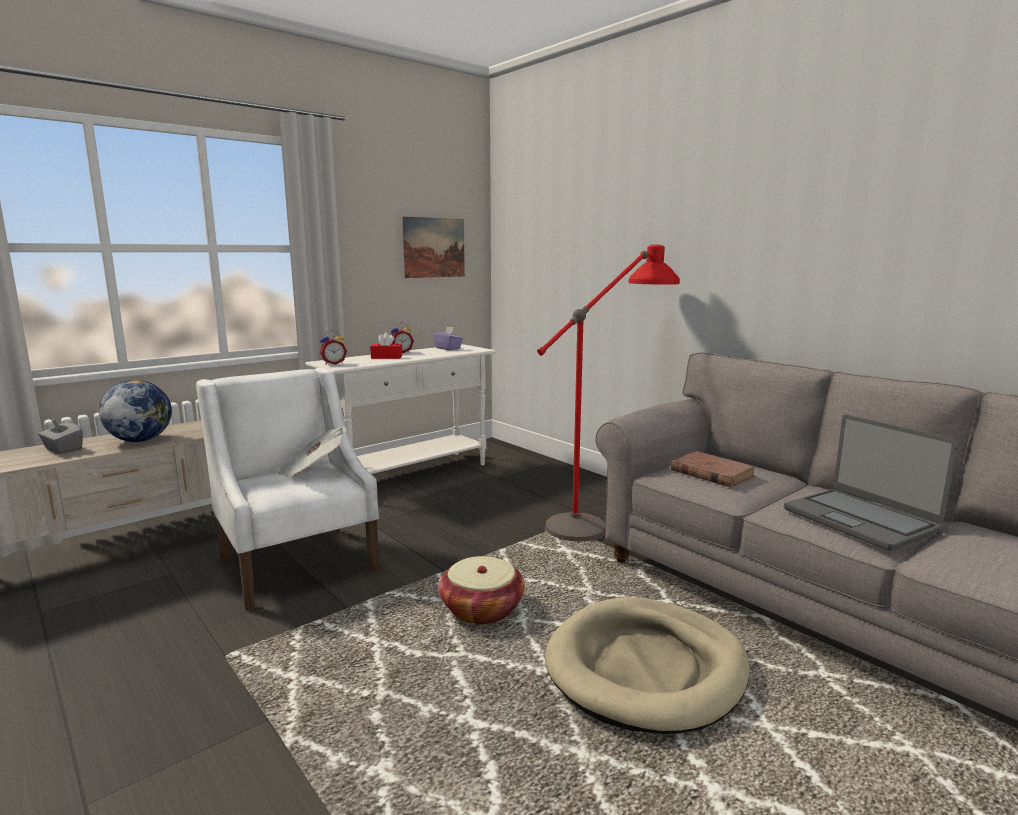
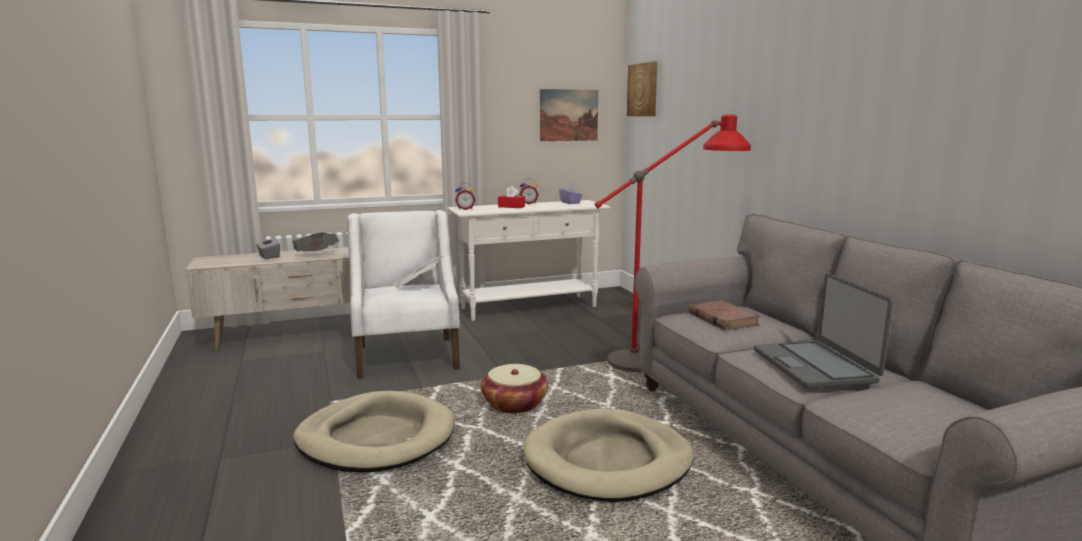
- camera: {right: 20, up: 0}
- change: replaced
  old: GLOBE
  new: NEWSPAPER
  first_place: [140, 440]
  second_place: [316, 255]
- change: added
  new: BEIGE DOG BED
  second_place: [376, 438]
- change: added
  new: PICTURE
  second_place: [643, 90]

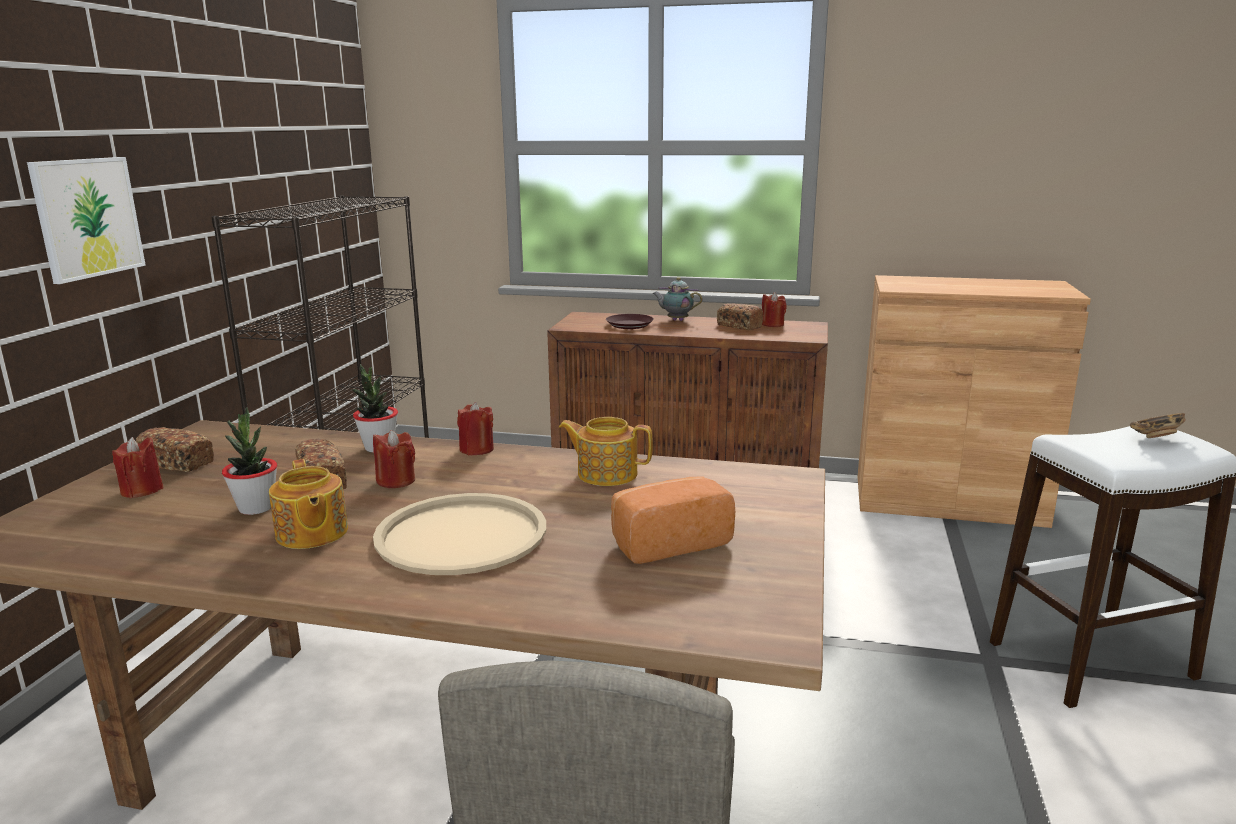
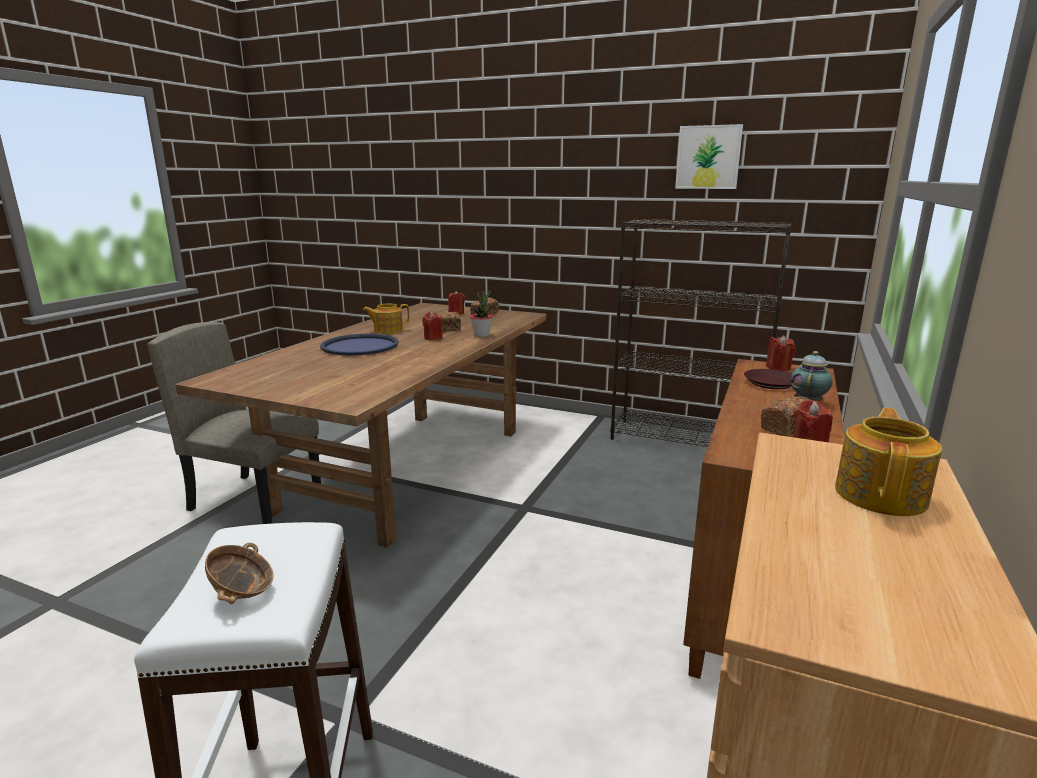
- camera: {right: 100, up: 0}
- change: moved
  old: PICTURE
  first_place: [87, 218]
  second_place: [708, 157]
- change: removed
  old: POTTED PLANT
  first_place: [256, 508]
- change: recoloured
  old: BEIGE TRAY
  new: BLUE TRAY
  first_place: [461, 535]
  second_place: [360, 346]
- change: moved
  old: RED CANDLE
  first_place: [476, 449]
  second_place: [778, 367]
- change: moved
  old: TEAPOT
  first_place: [606, 474]
  second_place: [881, 495]
- change: removed
  old: BREAD
  first_place: [668, 542]

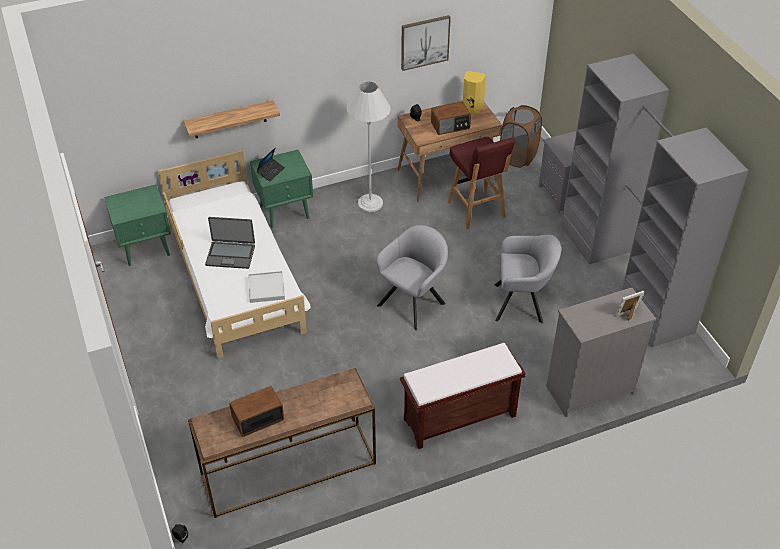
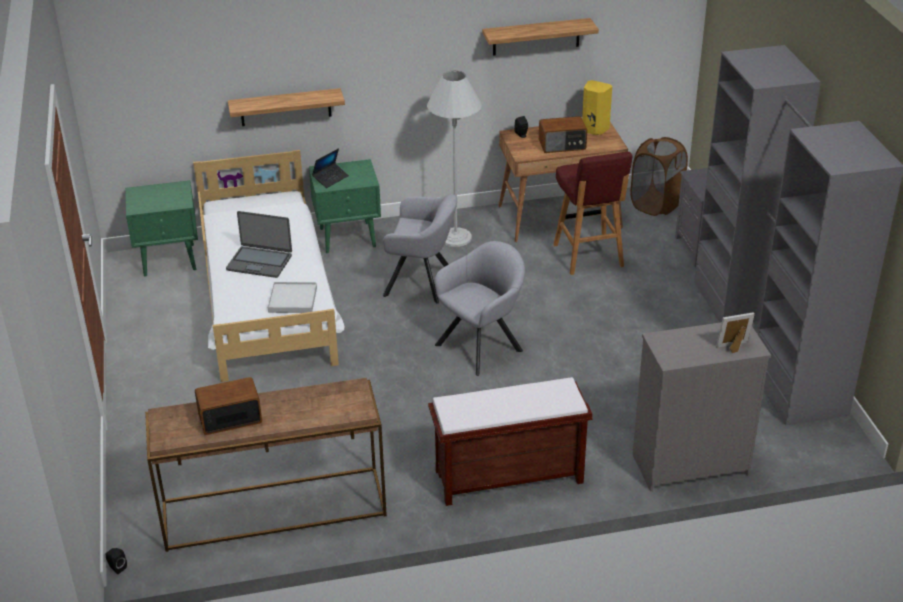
- camera: {right: 10, up: -10}
- change: replaced
  old: PICTURE
  new: SHELF
  first_place: [424, 42]
  second_place: [536, 37]
- change: moved
  old: GREY ARMCHAIR
  first_place: [522, 303]
  second_place: [422, 283]

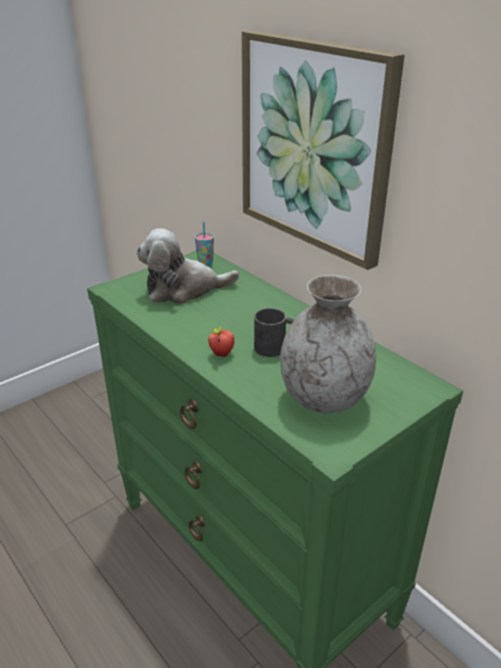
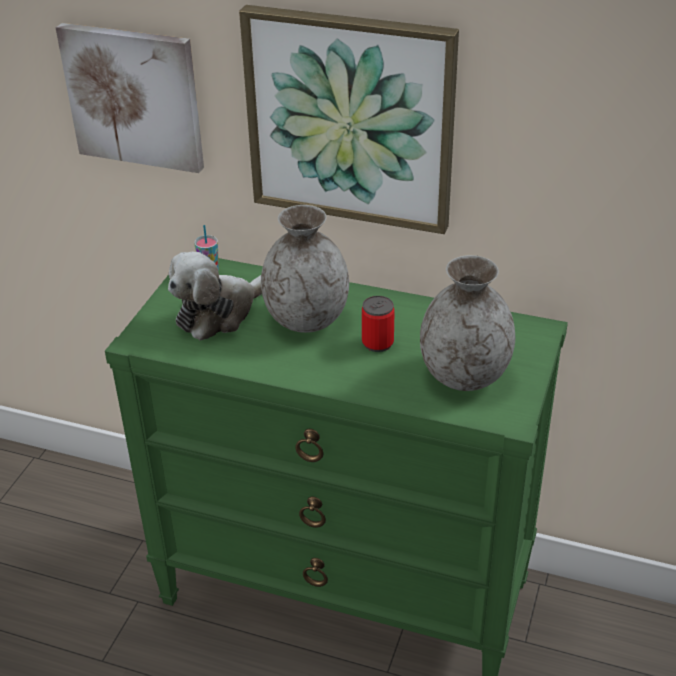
- camera: {right: -30, up: 5}
- change: removed
  old: APPLE
  first_place: [222, 354]
- change: replaced
  old: BLACK MUG
  new: CAN
  first_place: [276, 348]
  second_place: [377, 343]
- change: added
  new: PICTURE
  second_place: [134, 96]
- change: added
  new: GREY VASE
  second_place: [306, 319]

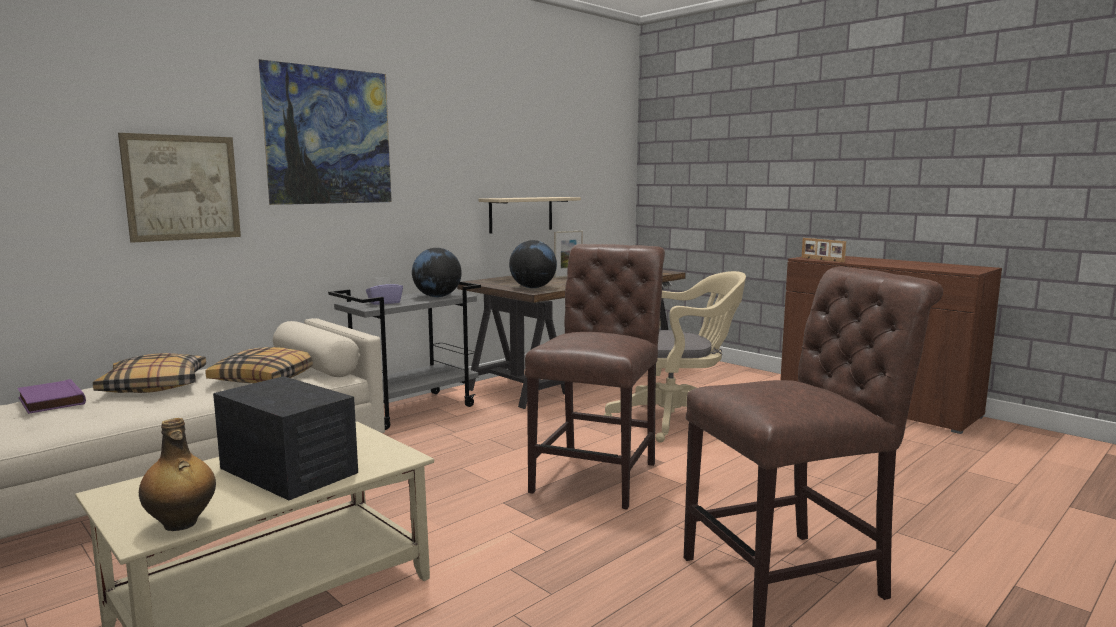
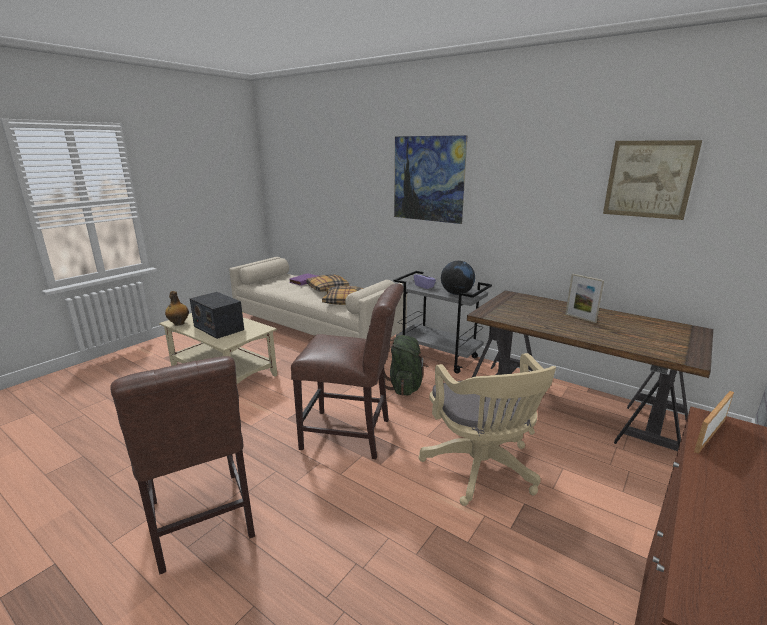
- camera: {right: 80, up: 10}
- change: moved
  old: PICTURE
  first_place: [182, 188]
  second_place: [649, 179]
- change: turned
  old: RADIO
  first_place: [289, 471]
  second_place: [218, 328]
  degrees: 105
- change: removed
  old: BEIGE SHELF
  first_place: [521, 214]
- change: removed
  old: GLOBE
  first_place: [533, 287]
- change: added
  new: GREEN BACKPACK
  second_place: [404, 387]

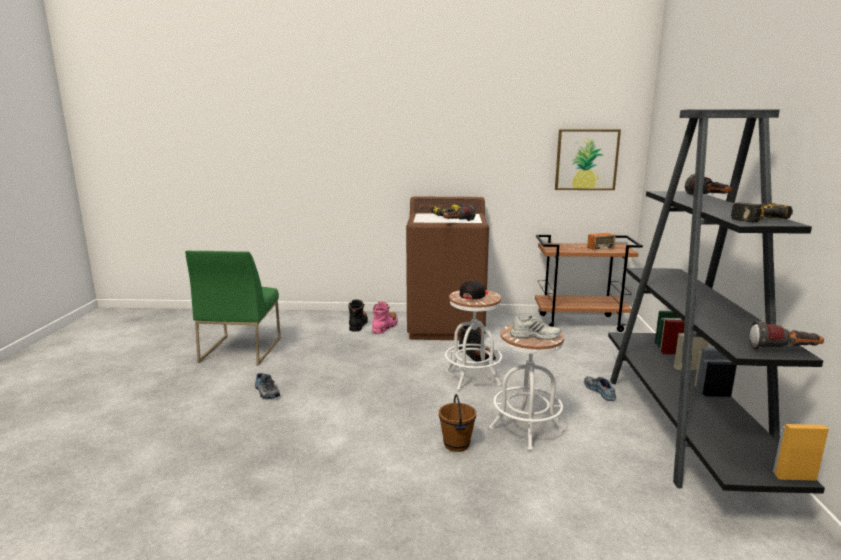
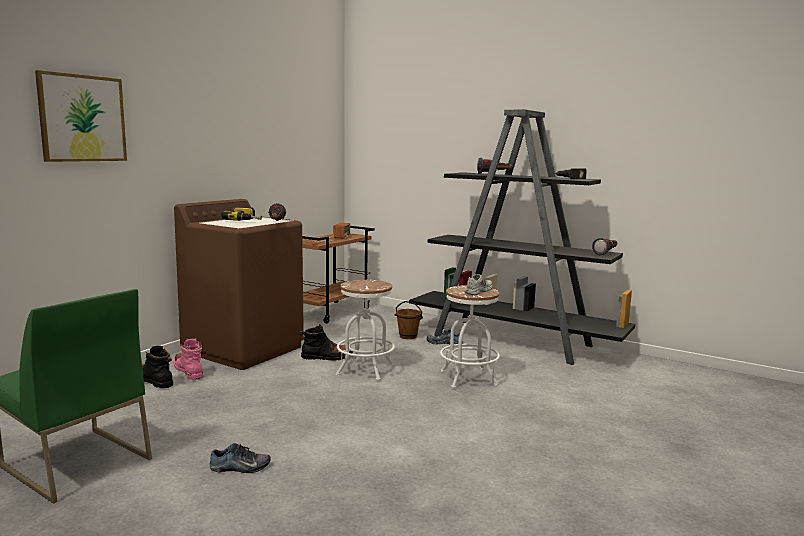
- camera: {right: -60, up: -5}
- change: moved
  old: BROWN BUCKET
  first_place: [456, 445]
  second_place: [408, 336]
- change: removed
  old: BLACK CAP
  first_place: [474, 295]
- change: moved
  old: PICTURE
  first_place: [586, 159]
  second_place: [82, 118]

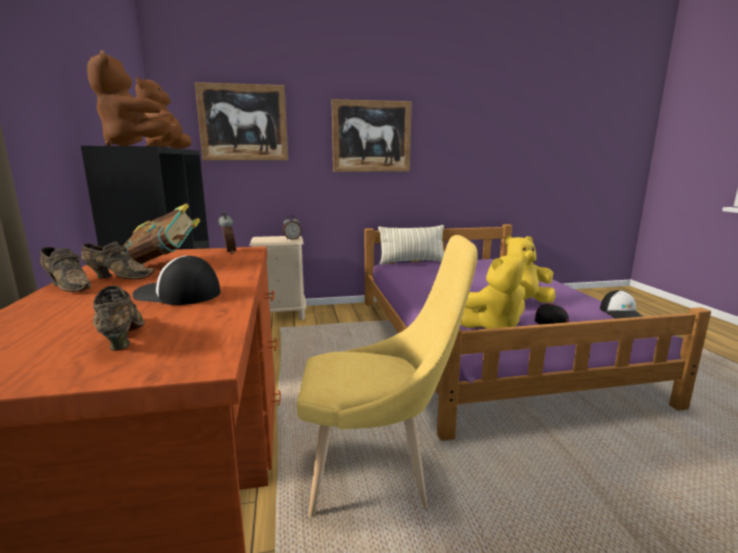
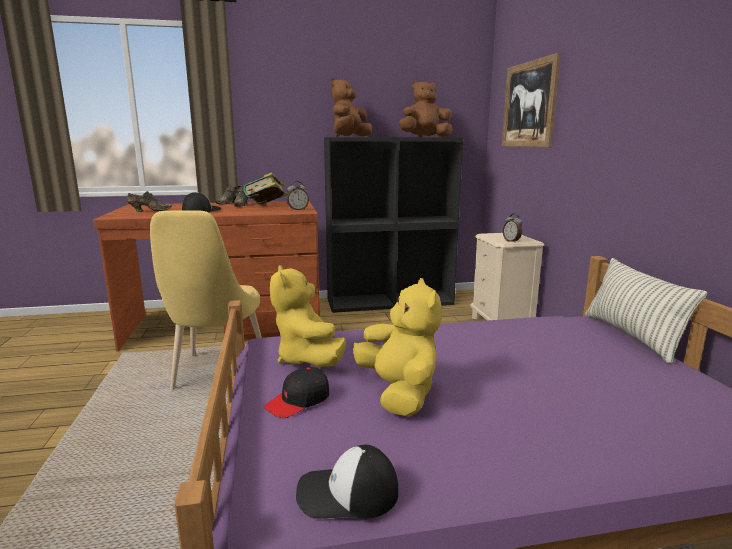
- camera: {right: 90, up: 0}
- change: removed
  old: PICTURE
  first_place: [371, 136]

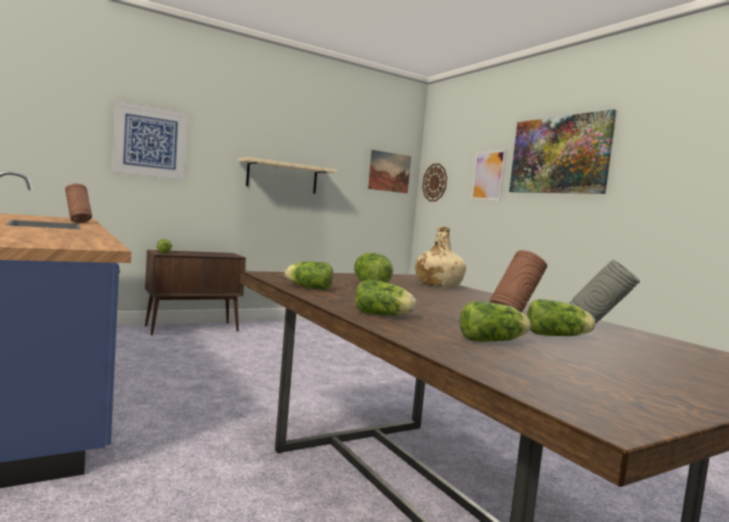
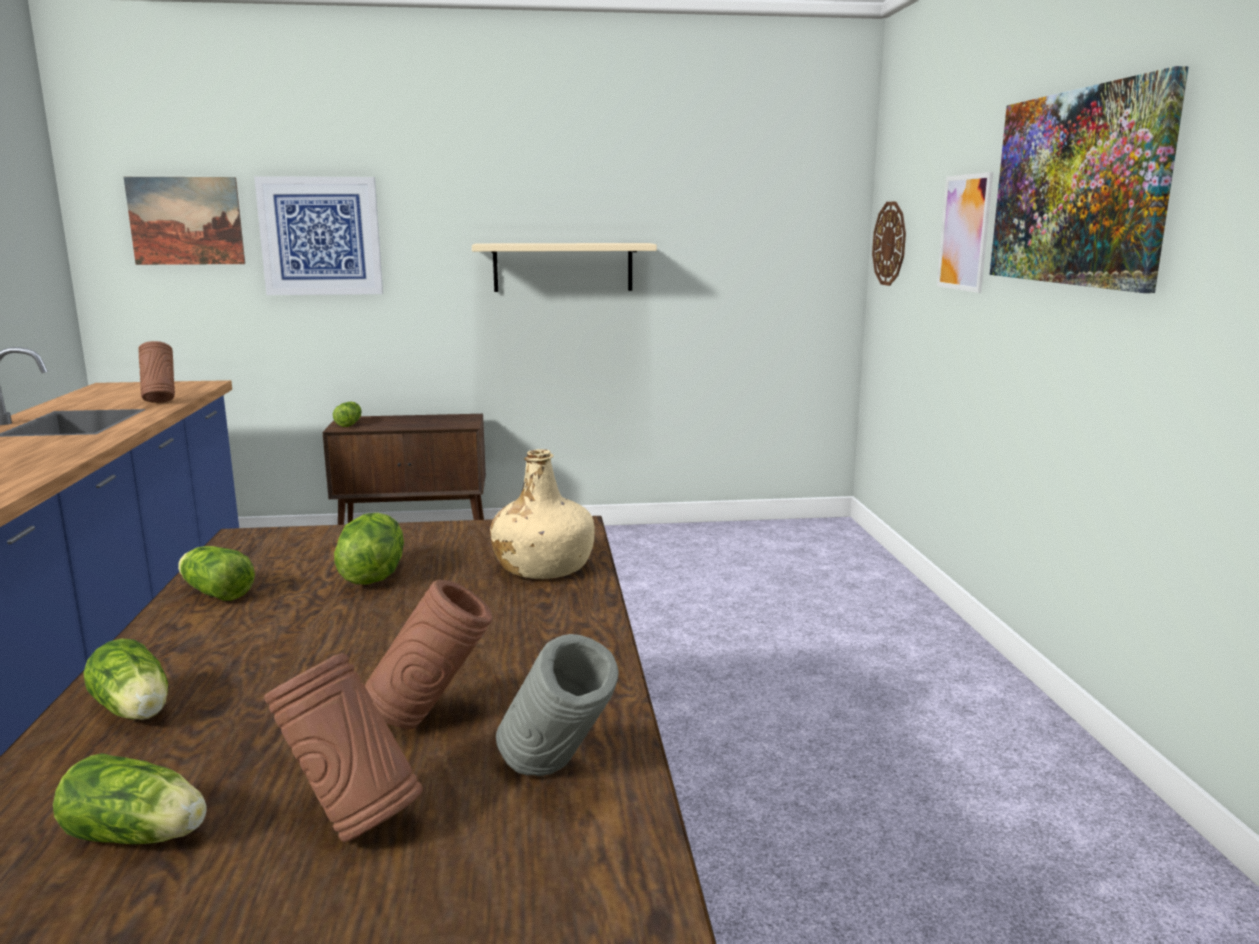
- camera: {right: 25, up: 10}
- change: moved
  old: PICTURE
  first_place: [389, 172]
  second_place: [186, 221]
- change: replaced
  old: LETTUCE
  new: BROWN VASE
  first_place: [558, 336]
  second_place: [351, 821]

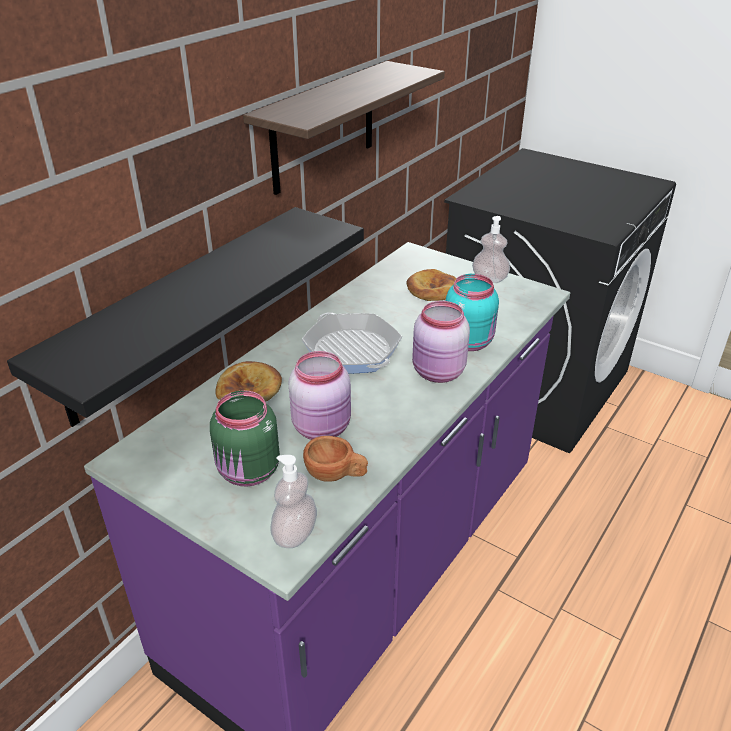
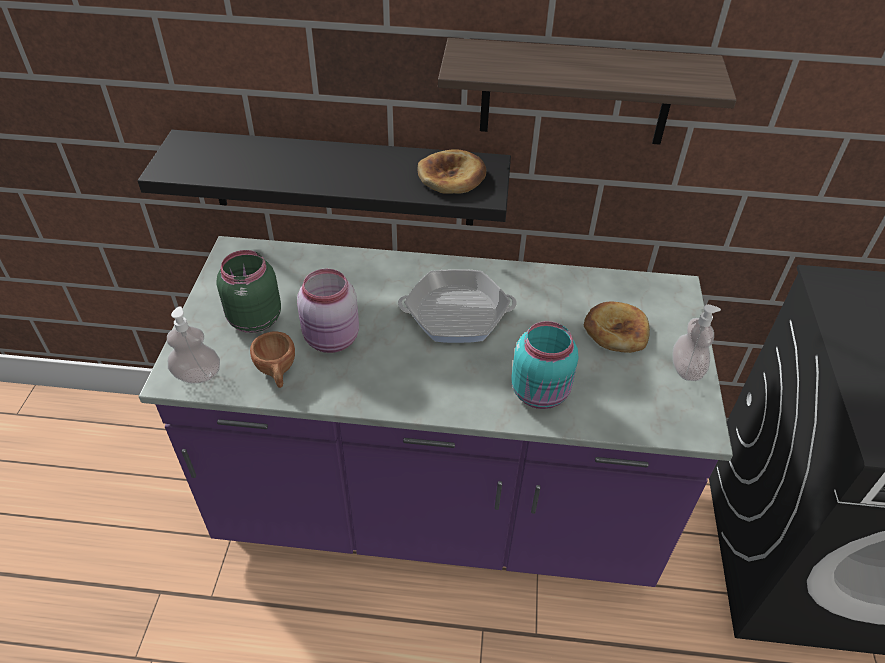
- camera: {right: 60, up: 10}
- change: moved
  old: BREAD
  first_place: [249, 388]
  second_place: [452, 177]
- change: turned
  old: FRYING PAN
  first_place: [352, 350]
  second_place: [456, 313]
  degrees: 60
- change: removed
  old: PINK JAR
  first_place: [438, 373]

